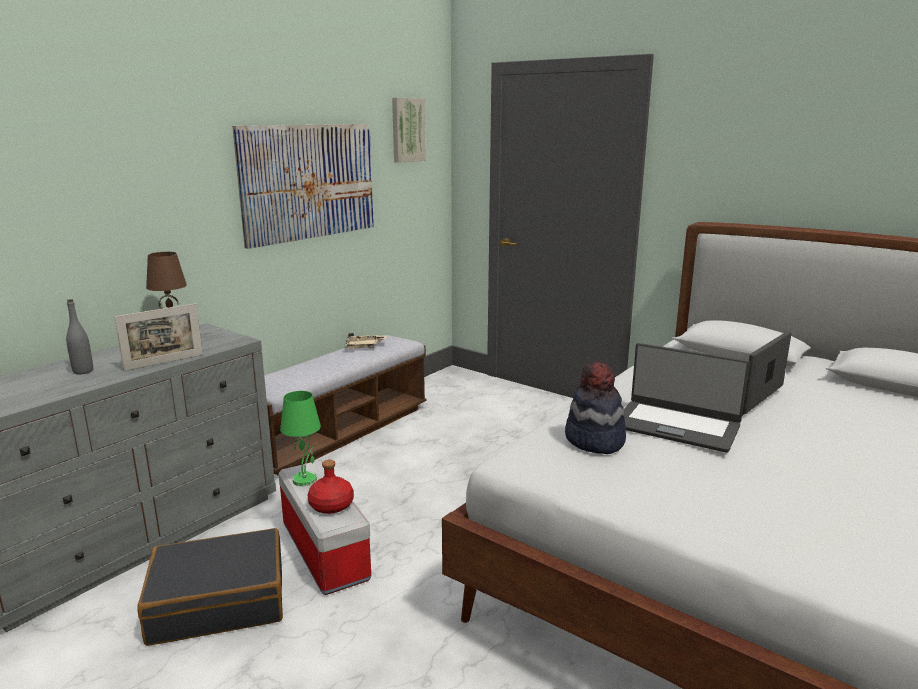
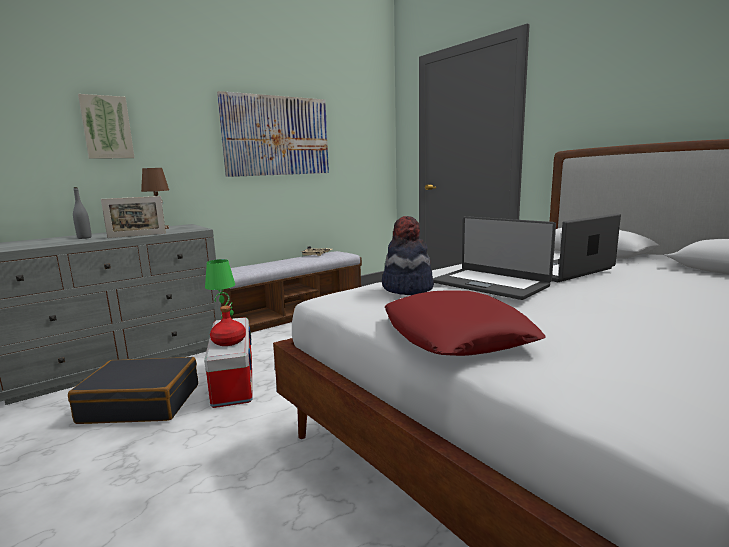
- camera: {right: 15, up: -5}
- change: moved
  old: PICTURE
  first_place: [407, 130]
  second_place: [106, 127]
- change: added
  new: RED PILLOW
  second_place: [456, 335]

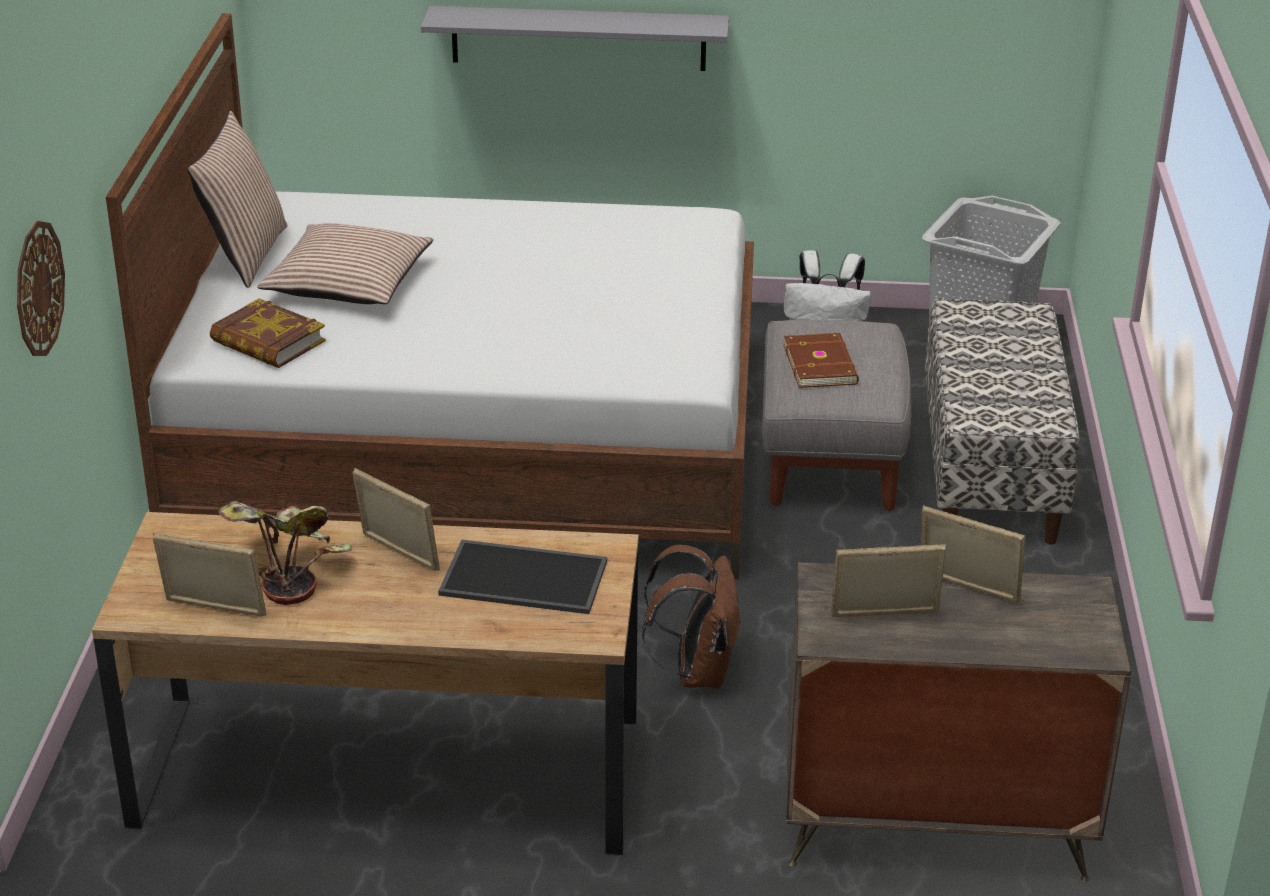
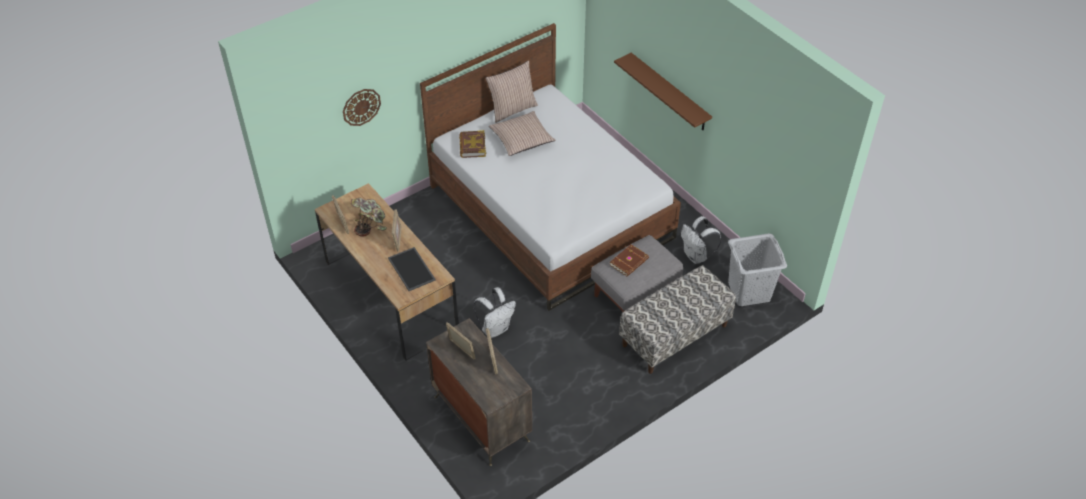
- camera: {right: 50, up: 15}
- change: recoloured
  old: GREY SHELF
  new: BROWN SHELF
  first_place: [578, 38]
  second_place: [669, 92]
- change: recoloured
  old: BROWN BACKPACK
  new: WHITE BACKPACK
  first_place: [697, 671]
  second_place: [495, 328]

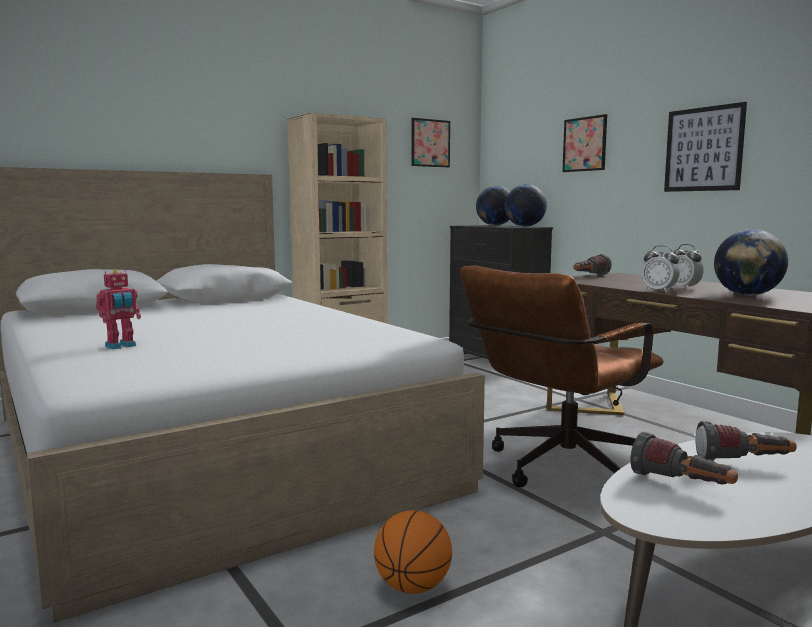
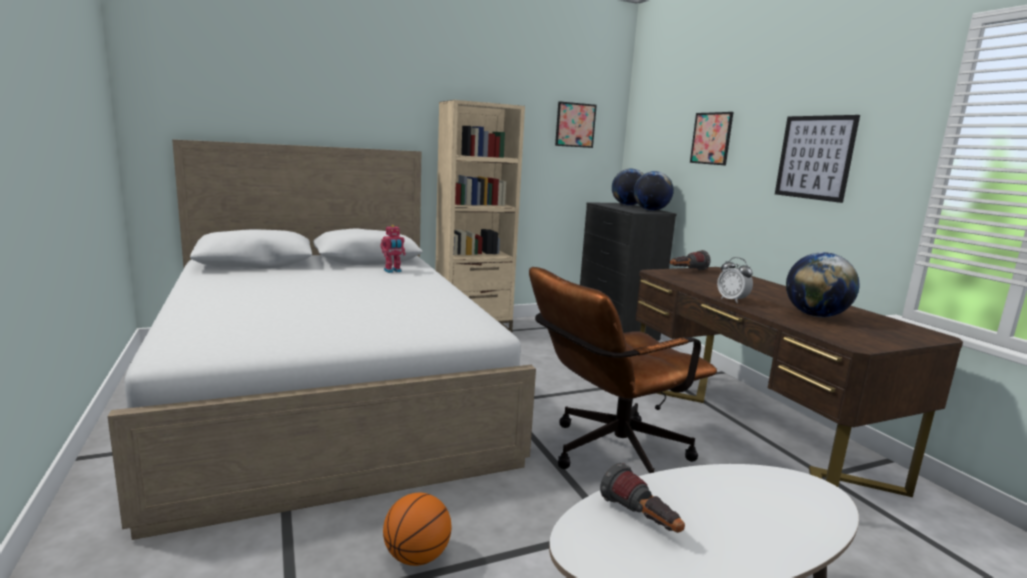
- camera: {right: 10, up: 5}
- change: moved
  old: TOY ROBOT
  first_place: [121, 346]
  second_place: [393, 271]
- change: removed
  old: ALARM CLOCK
  first_place: [684, 288]
- change: removed
  old: FLASHLIGHT
  first_place: [743, 463]

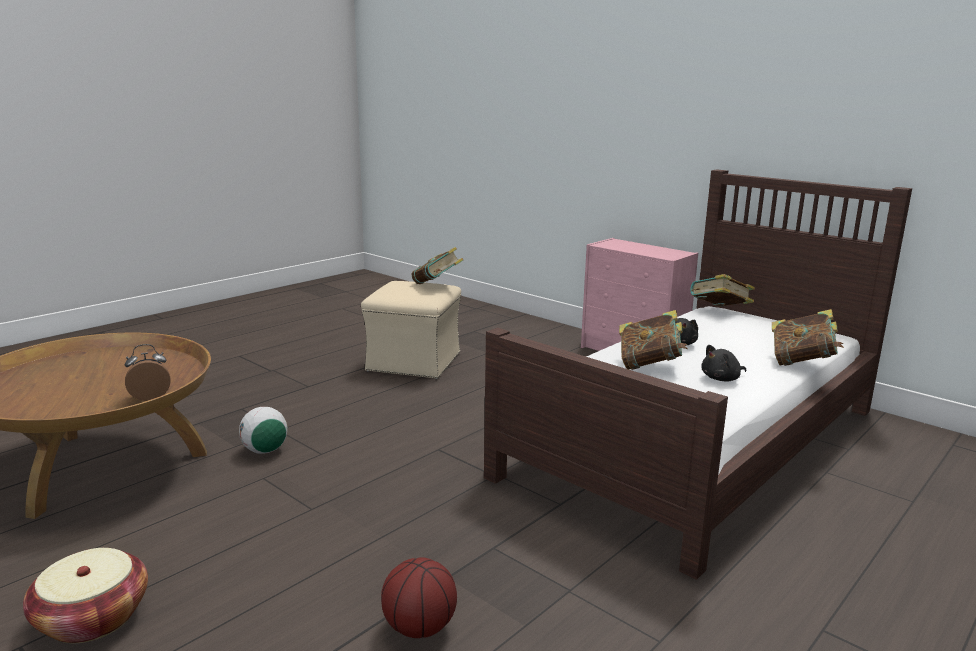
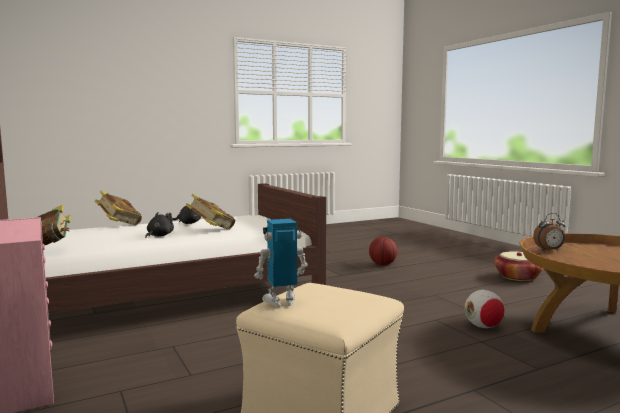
- camera: {right: -160, up: -10}
- change: replaced
  old: BOOK
  new: TOY ROBOT
  first_place: [437, 285]
  second_place: [281, 302]

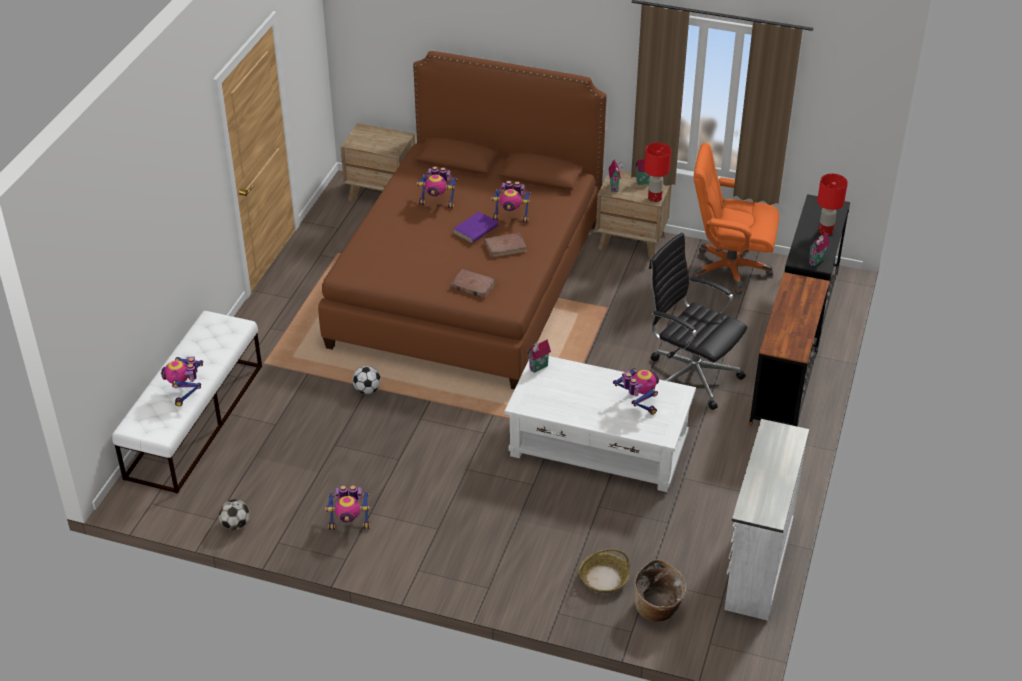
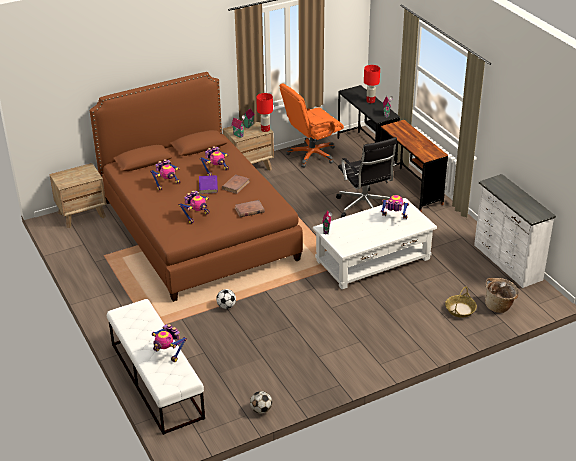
- camera: {right: -45, up: -5}
- change: moved
  old: TOY ROBOT
  first_place: [350, 523]
  second_place: [196, 216]
- change: turned
  old: BLACK OFFICE CHAIR
  first_place: [690, 375]
  second_place: [365, 207]
  degrees: -105

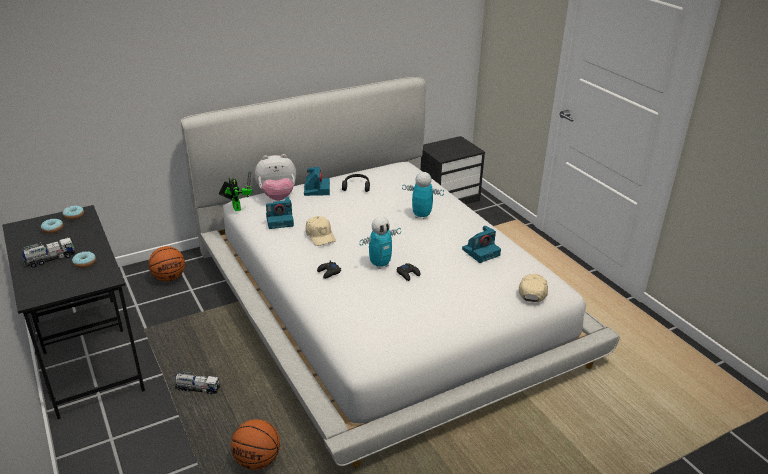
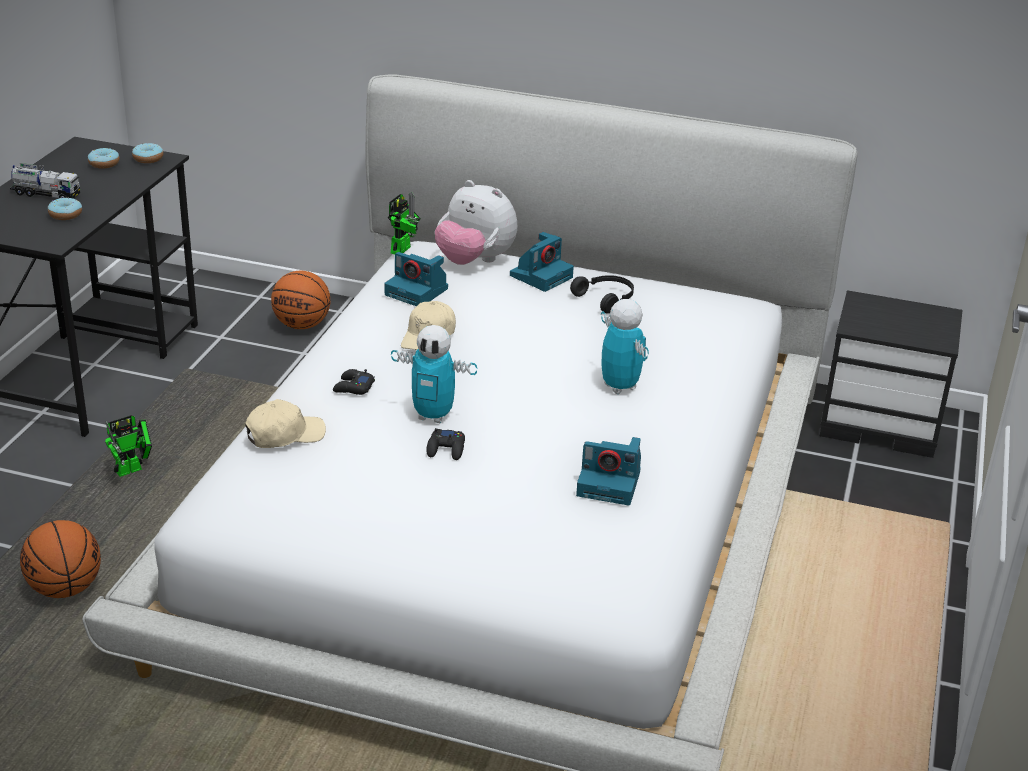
- camera: {right: 45, up: 0}
- change: replaced
  old: TOY TRUCK
  new: TOY ROBOT
  first_place: [197, 389]
  second_place: [133, 470]
- change: moved
  old: BEIGE CAP
  first_place: [533, 291]
  second_place: [284, 435]

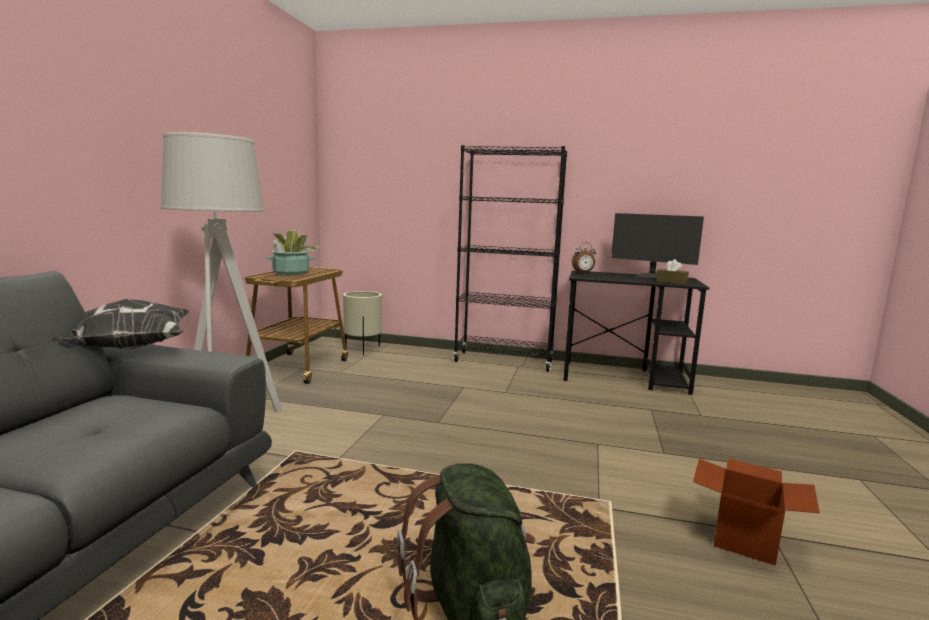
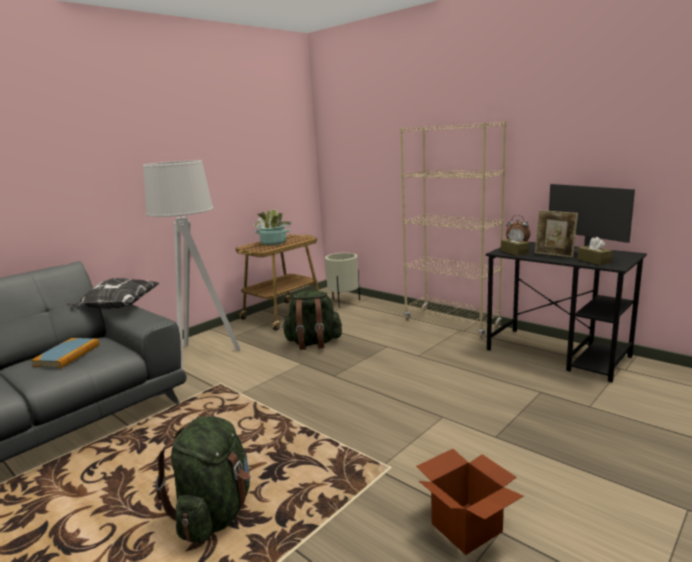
- camera: {right: 30, up: 5}
- change: recoloured
  old: BLACK BOOKCASE
  new: BEIGE BOOKCASE
  first_place: [504, 361]
  second_place: [451, 324]
- change: added
  new: BOOK
  second_place: [67, 355]
- change: added
  new: GREEN BACKPACK
  second_place: [313, 343]
- change: added
  new: BROWN TISSUE BOX
  second_place: [514, 252]
- change: added
  new: PICTURE FRAME
  second_place: [554, 255]

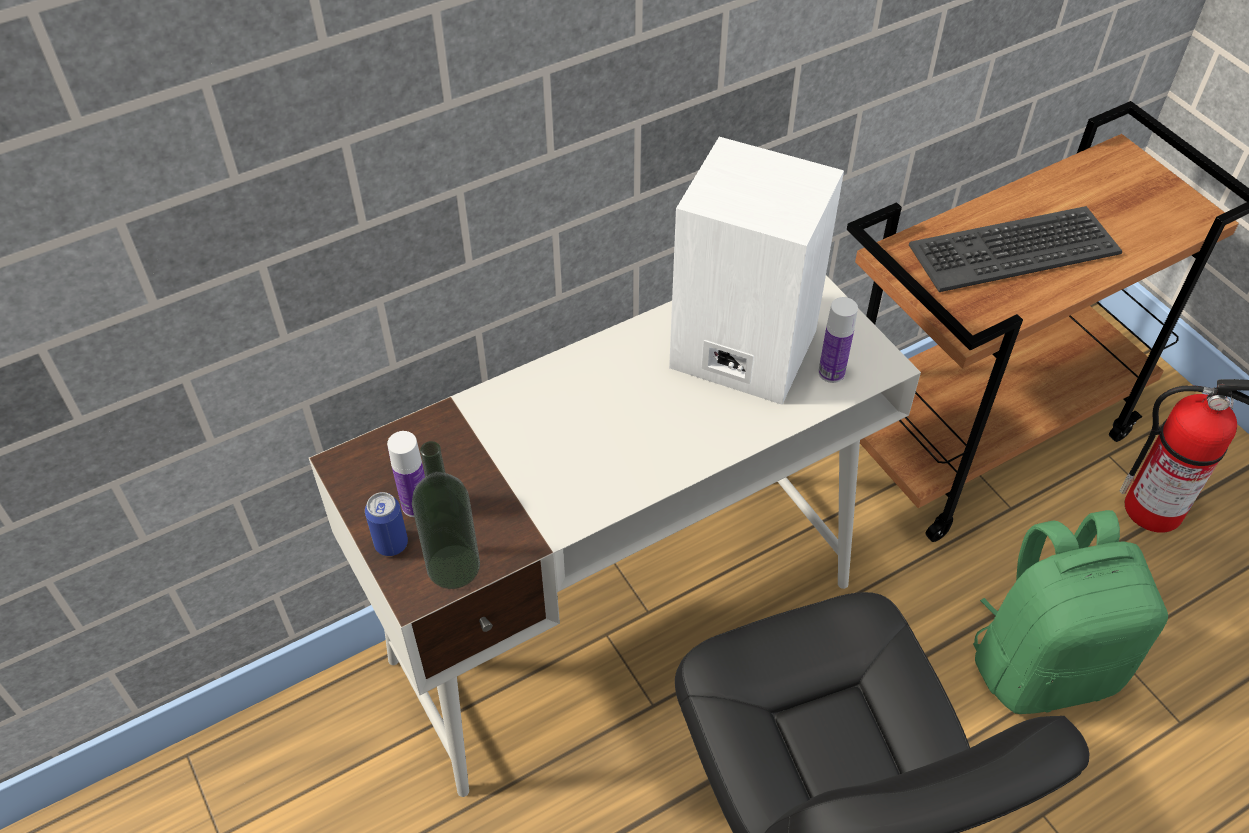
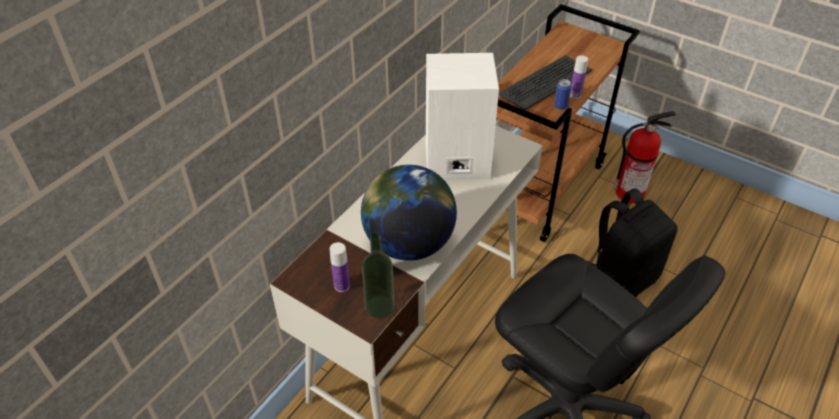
- camera: {right: -25, up: -5}
- change: moved
  old: CAN
  first_place: [391, 544]
  second_place: [560, 106]
- change: moved
  old: BOTTLE
  first_place: [831, 372]
  second_place: [575, 94]
- change: recoloured
  old: GREEN BACKPACK
  new: BLACK BACKPACK
  first_place: [1043, 664]
  second_place: [621, 278]
- change: added
  new: GLOBE
  second_place: [408, 243]

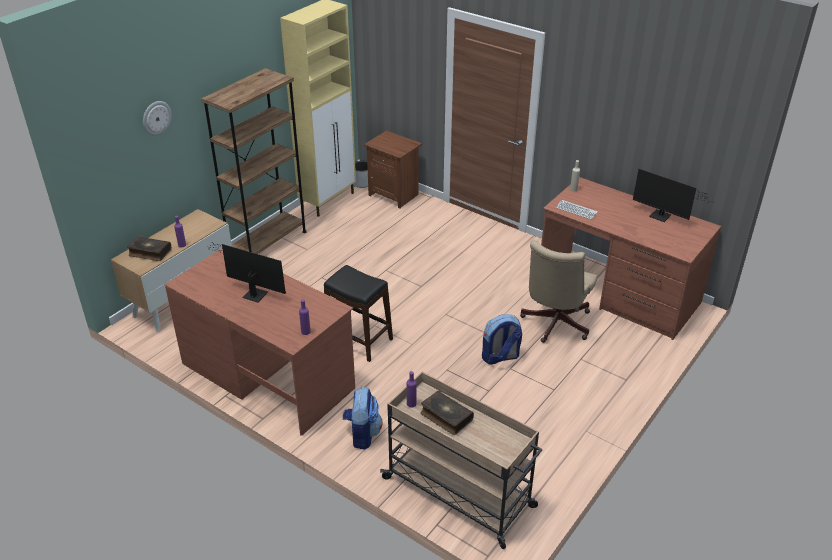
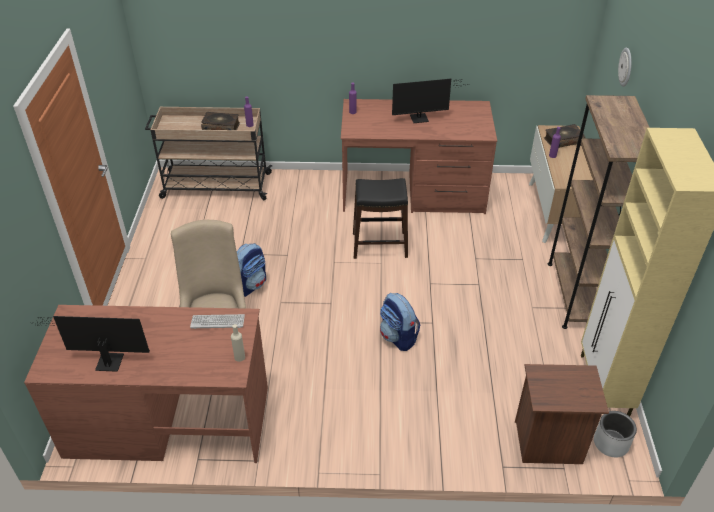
- camera: {right: 145, up: 5}
- change: moved
  old: BACKPACK
  first_place: [362, 434]
  second_place: [398, 337]

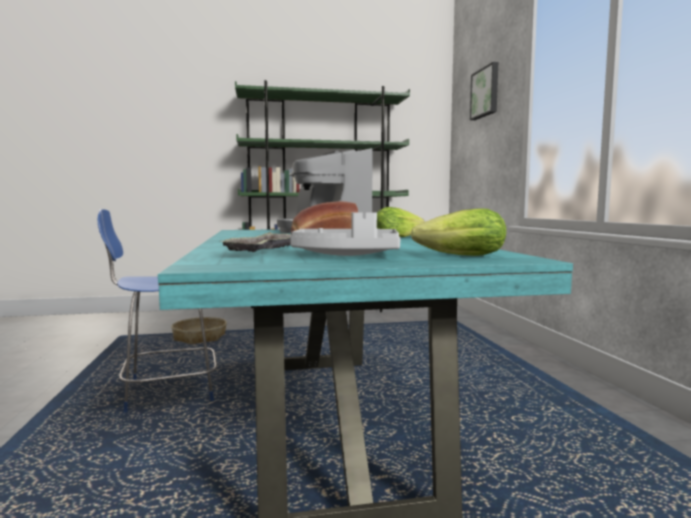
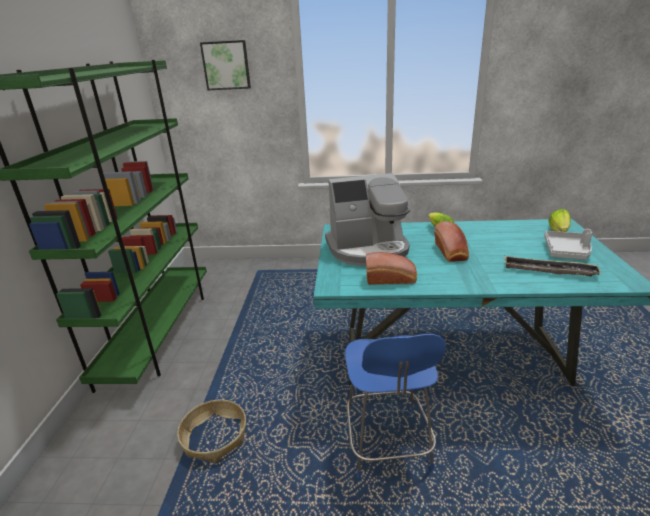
- camera: {right: -75, up: 20}
- change: added
  new: BREAD
  second_place: [391, 279]

